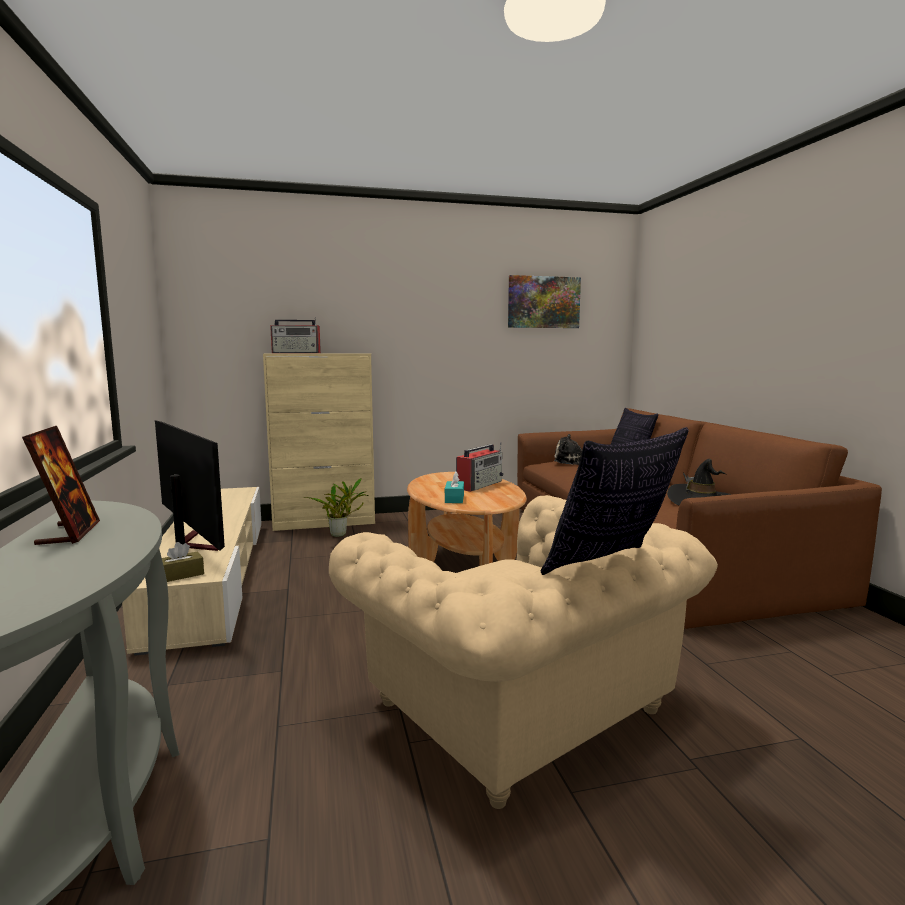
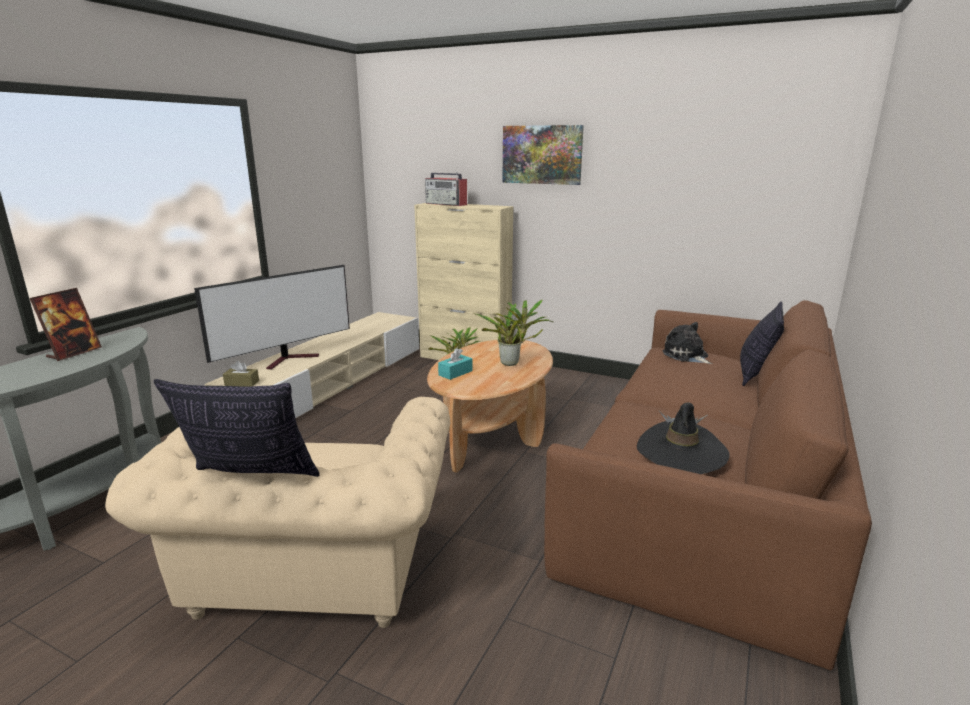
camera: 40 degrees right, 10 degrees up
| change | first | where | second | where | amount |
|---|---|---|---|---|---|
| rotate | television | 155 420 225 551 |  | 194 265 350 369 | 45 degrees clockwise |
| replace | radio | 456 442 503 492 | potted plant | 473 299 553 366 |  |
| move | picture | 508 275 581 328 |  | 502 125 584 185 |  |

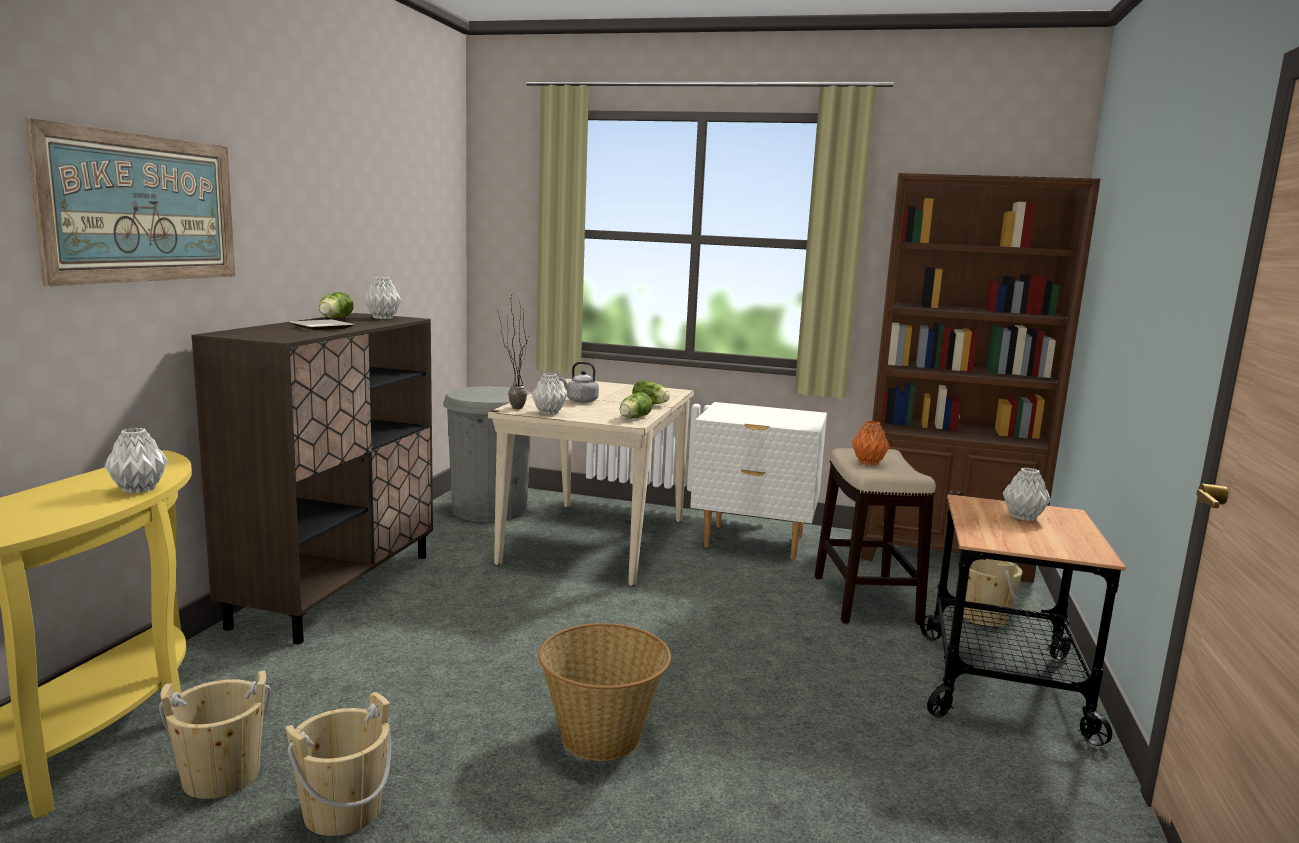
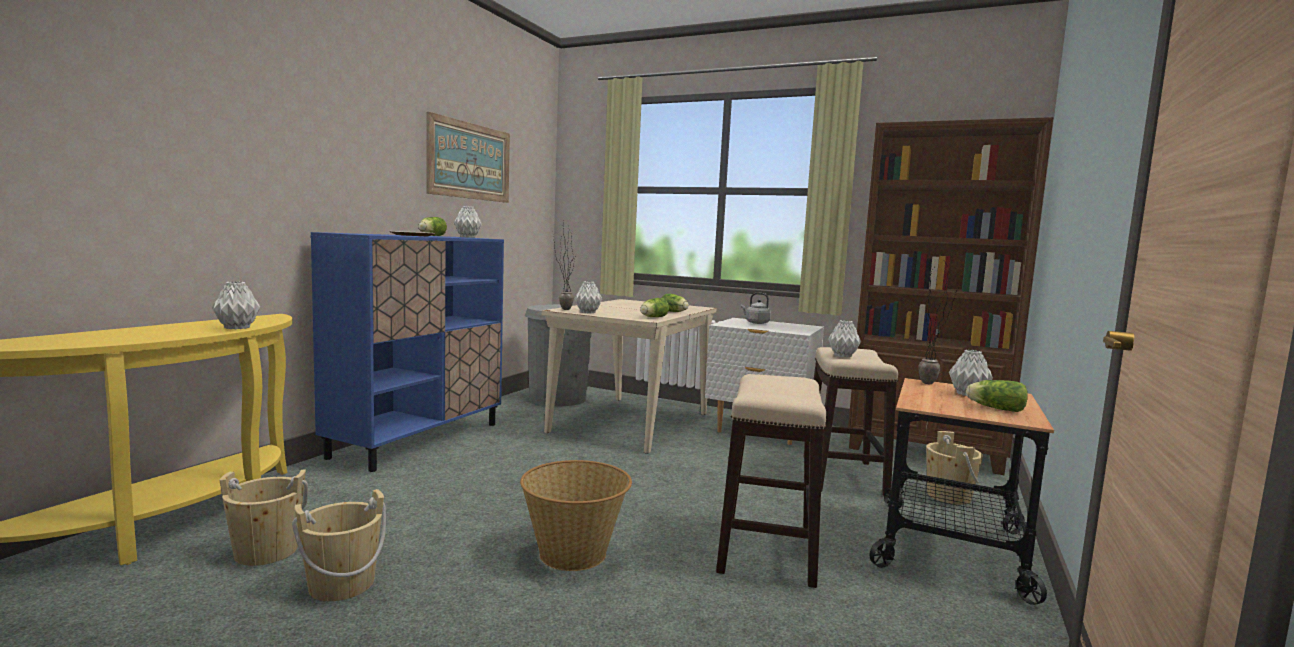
camera: 10 degrees right, 5 degrees down
| change | first | where | second | where | amount |
|---|---|---|---|---|---|
| move | picture | 25 118 235 286 |  | 427 112 510 203 |  |
| recolor | brown cabinet | 191 313 433 644 | blue cabinet | 311 232 504 472 |  |
| move | grey kettle | 561 362 599 403 |  | 741 293 771 324 |  |
| recolor | orange vase | 852 421 890 465 | grey vase | 828 320 861 357 |  |
| insert |  |  | stool | 716 374 826 588 |  |
| insert |  |  | potted plant | 918 264 960 384 |  |
| insert |  |  | lettuce | 966 380 1028 412 |  |

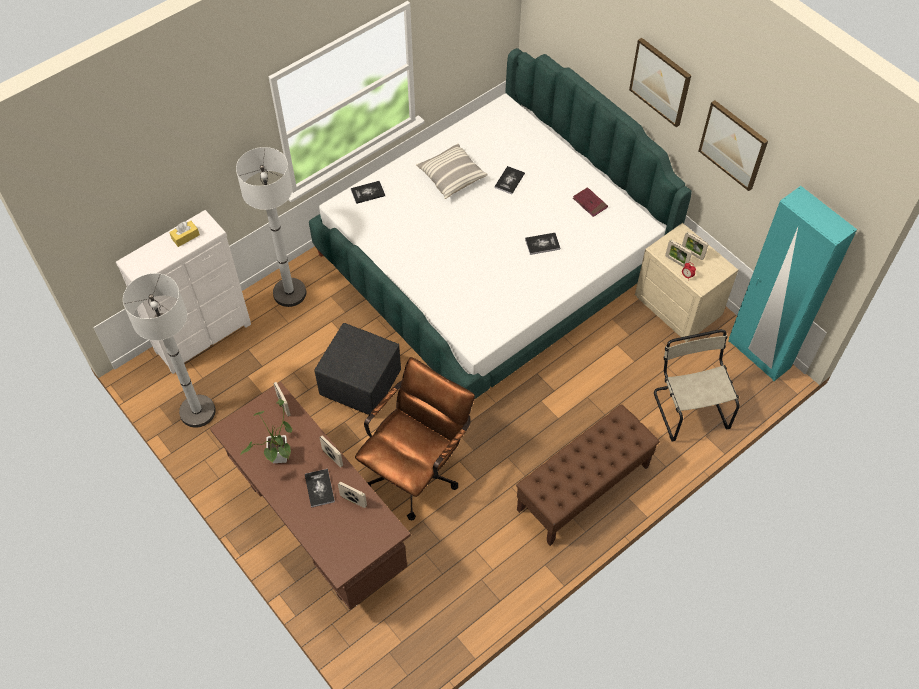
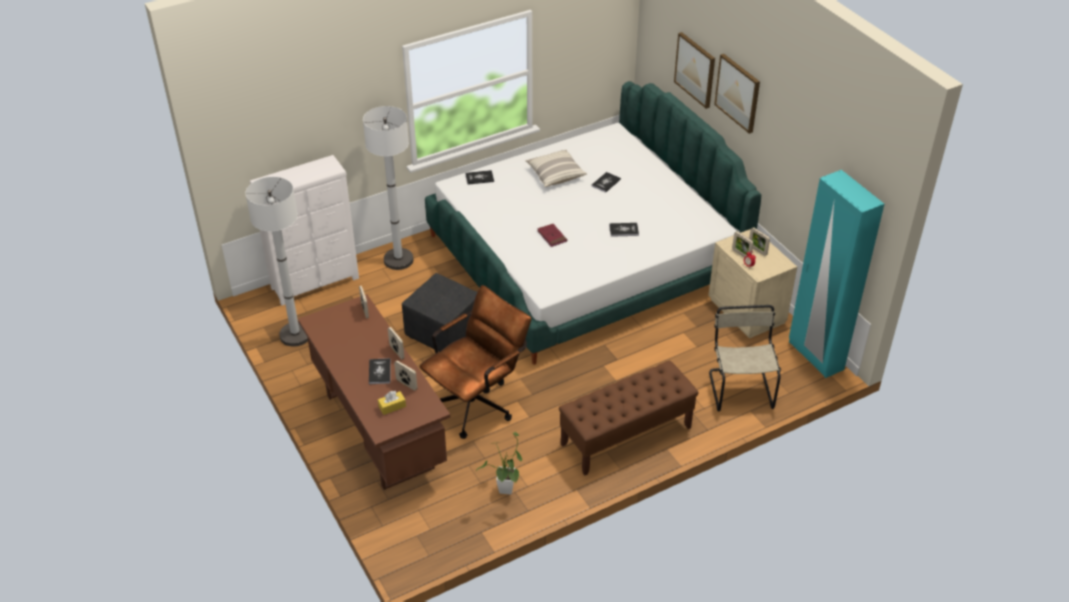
camera: 10 degrees right, 15 degrees down
| change | first | where | second | where | amount |
|---|---|---|---|---|---|
| move | yellow tissue box | 169 221 200 247 |  | 378 391 406 415 |  |
| move | potted plant | 241 399 292 463 |  | 476 432 522 494 |  |
| move | red book | 573 187 608 217 |  | 537 224 567 247 |  |
| move | picture | 698 100 768 191 |  | 674 32 715 109 |  |

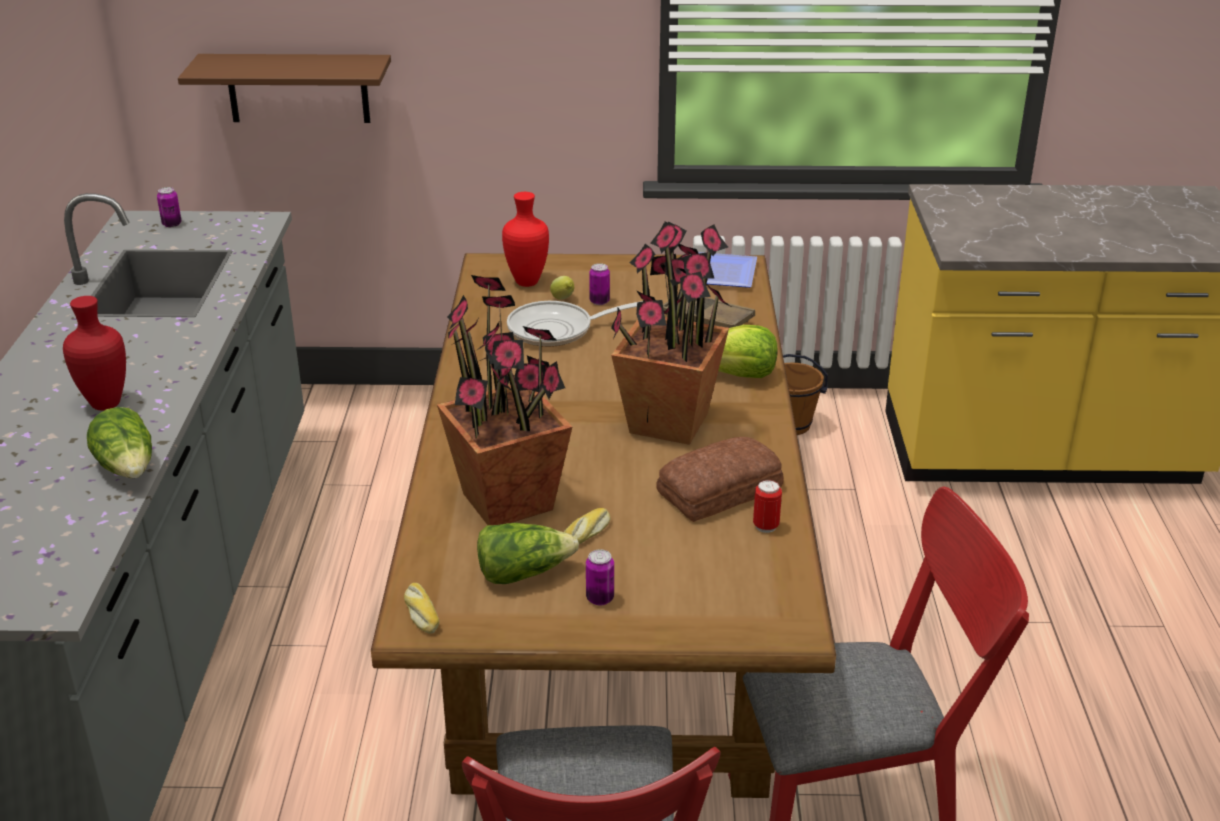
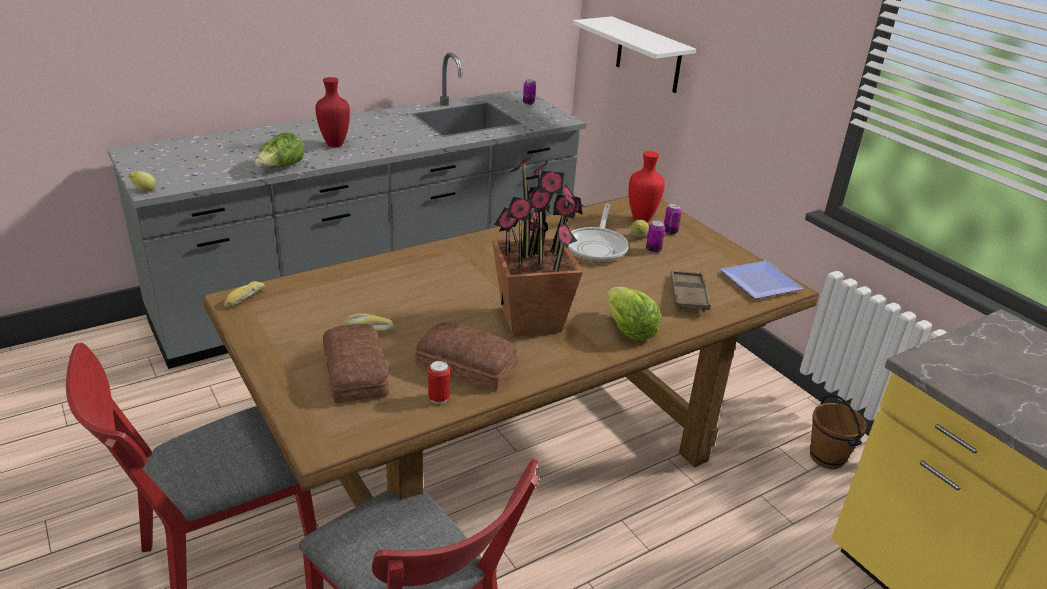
camera: 55 degrees right, 0 degrees up
| change | first | where | second | where | amount |
|---|---|---|---|---|---|
| recolor | brown shelf | 178 54 391 123 | white shelf | 573 16 696 93 |  |
| delete | potted plant | 437 275 572 525 |  |  |  |
| delete | lettuce | 477 523 579 584 |  |  |  |
| rotate | frying pan | 507 301 643 347 |  | 568 204 629 262 | 120 degrees counterclockwise |
| move | can | 586 549 614 605 |  | 664 203 682 235 |  |
| insert |  |  | lemon | 129 171 156 191 |  |
| insert |  |  | bread | 323 324 389 403 |  |

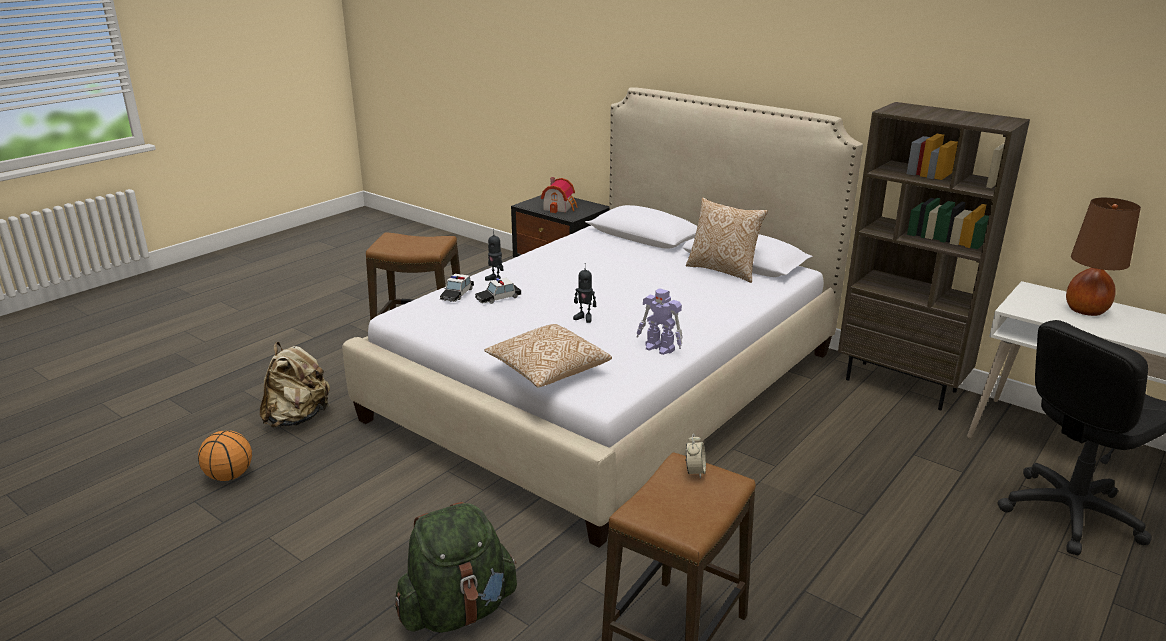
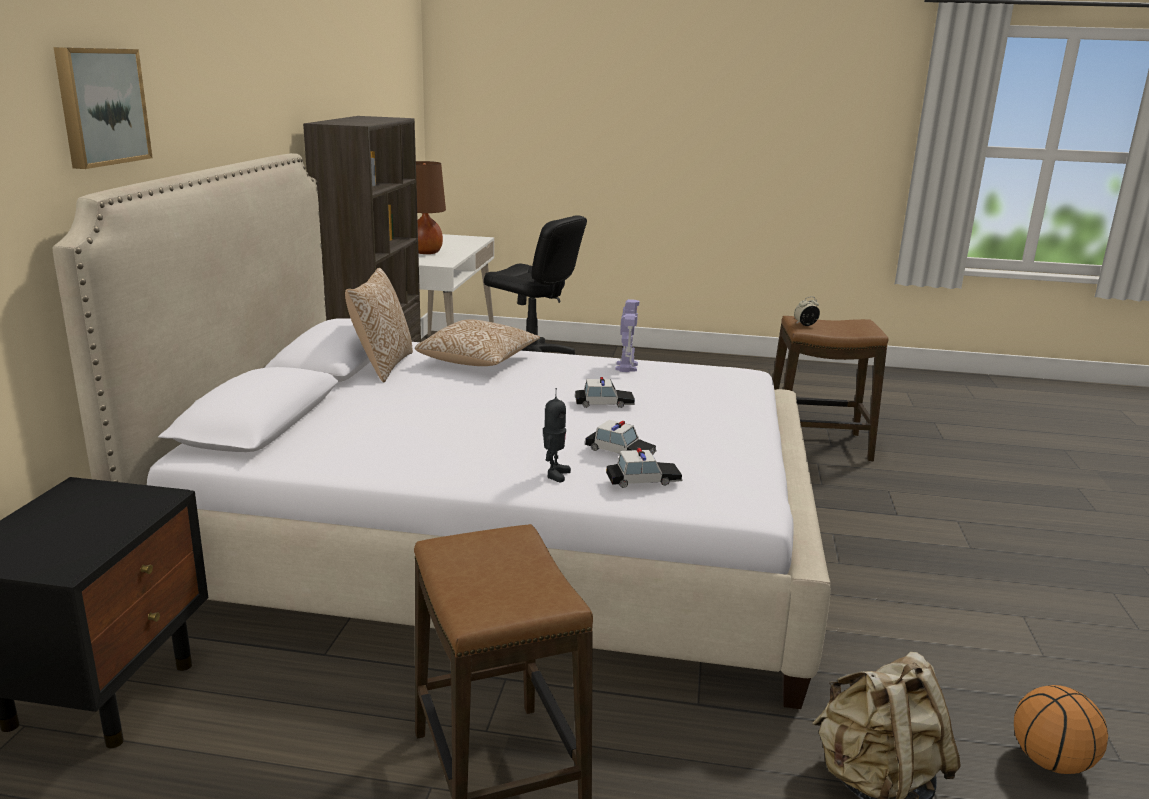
camera: 120 degrees left, 5 degrees down
| change | first | where | second | where | amount |
|---|---|---|---|---|---|
| delete | green backpack | 395 502 517 633 |  |  |  |
| move | pillow | 484 324 612 388 |  | 415 319 540 366 |  |
| delete | toy house | 541 177 578 213 |  |  |  |
| replace | toy robot | 573 263 596 323 | toy car | 575 377 635 408 |  |
| insert |  |  | picture | 54 47 153 169 |  |

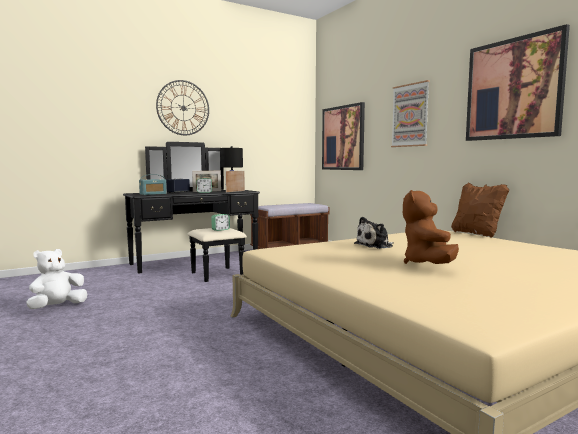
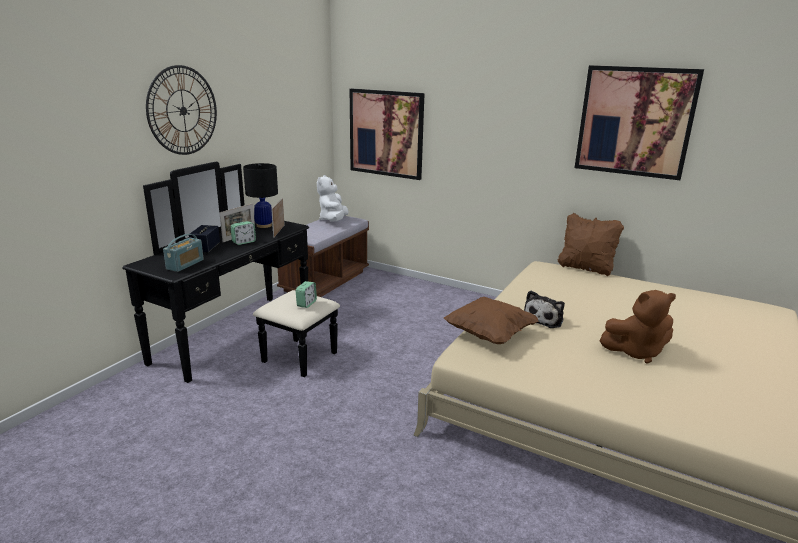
camera: 30 degrees left, 15 degrees up
| change | first | where | second | where | amount |
|---|---|---|---|---|---|
| move | white plush toy | 26 249 87 309 |  | 317 175 349 221 |  |
| delete | picture | 391 80 430 147 |  |  |  |
| rotate | brown plush toy | 403 190 459 264 |  | 600 290 676 364 | 75 degrees counterclockwise |
| insert |  |  | brown pillow | 444 297 539 344 |  |

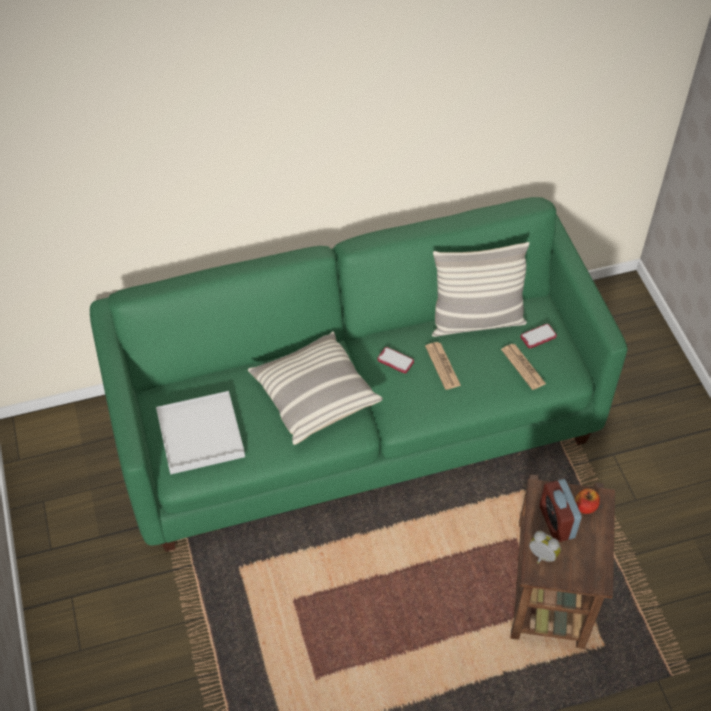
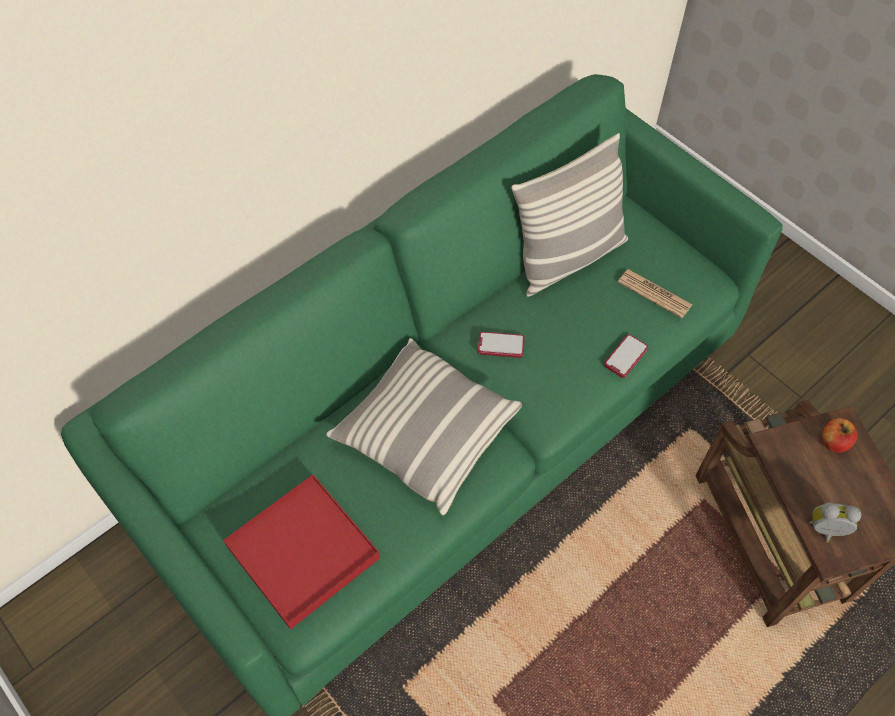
camera: 25 degrees left, 5 degrees up
| change | first | where | second | where | amount |
|---|---|---|---|---|---|
| recolor | white tray | 156 391 245 474 | red tray | 223 475 380 629 |  |
| delete | newspaper | 425 342 461 390 |  |  |  |
| move | phone | 521 324 557 348 |  | 604 334 648 378 |  |
| delete | alarm clock | 540 479 581 542 |  |  |  |

